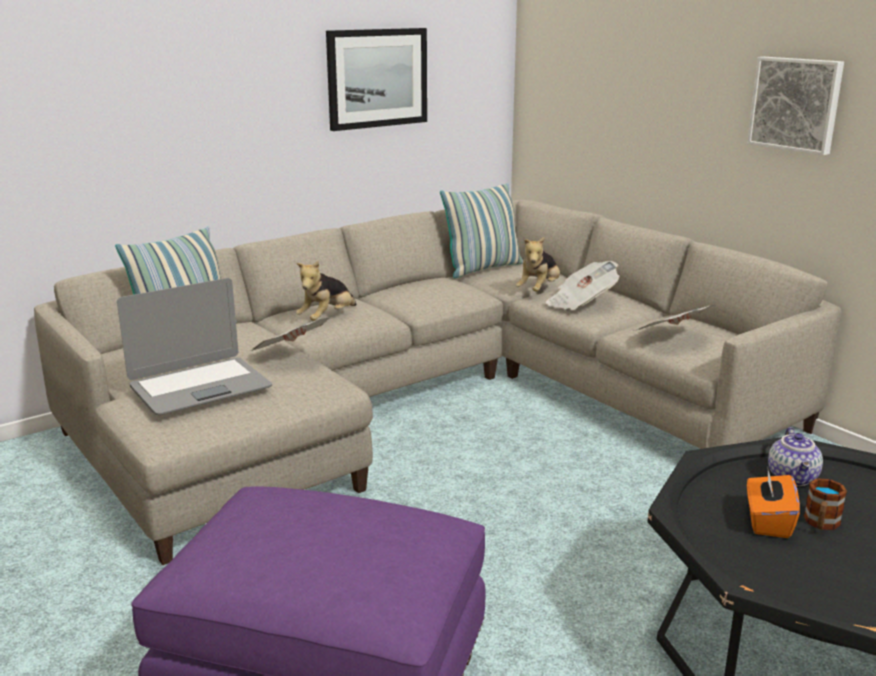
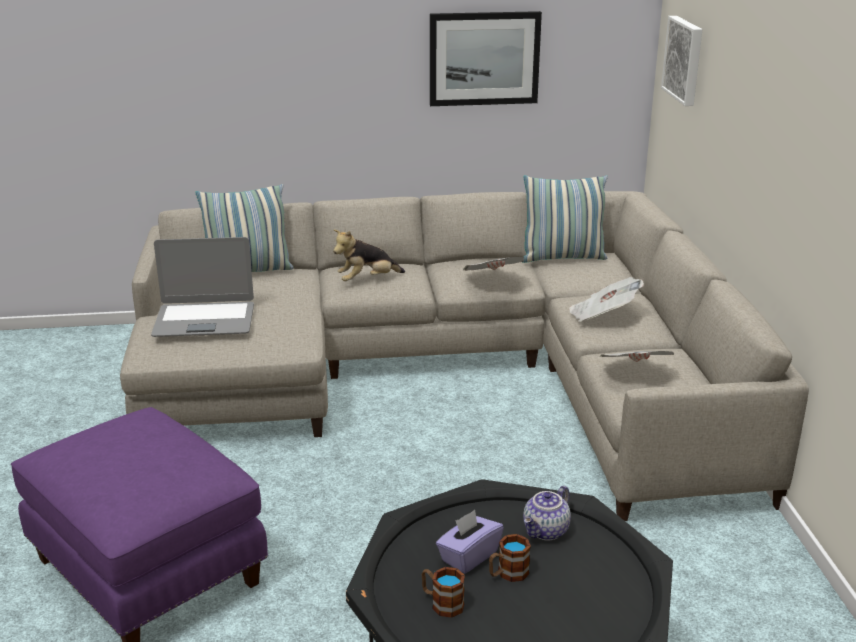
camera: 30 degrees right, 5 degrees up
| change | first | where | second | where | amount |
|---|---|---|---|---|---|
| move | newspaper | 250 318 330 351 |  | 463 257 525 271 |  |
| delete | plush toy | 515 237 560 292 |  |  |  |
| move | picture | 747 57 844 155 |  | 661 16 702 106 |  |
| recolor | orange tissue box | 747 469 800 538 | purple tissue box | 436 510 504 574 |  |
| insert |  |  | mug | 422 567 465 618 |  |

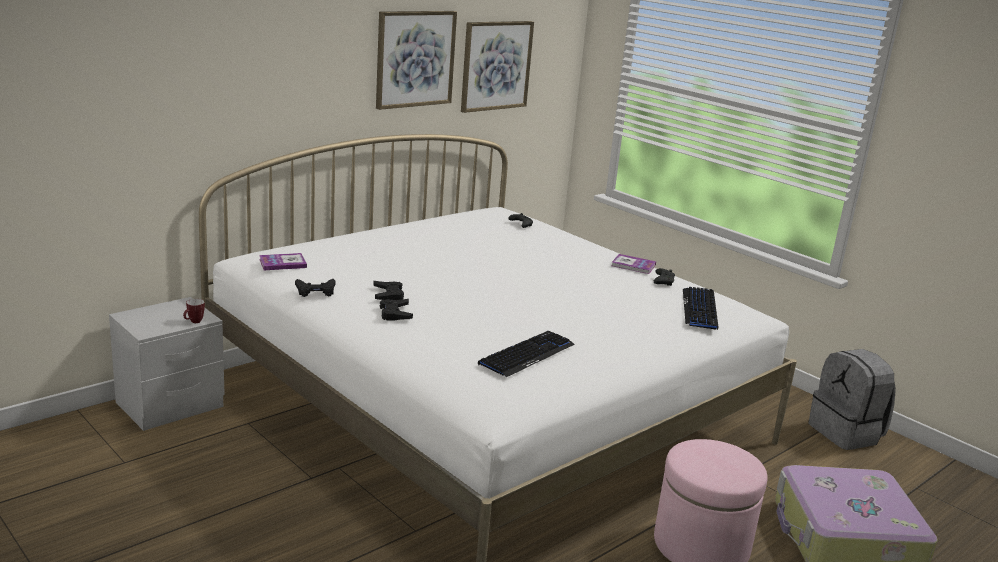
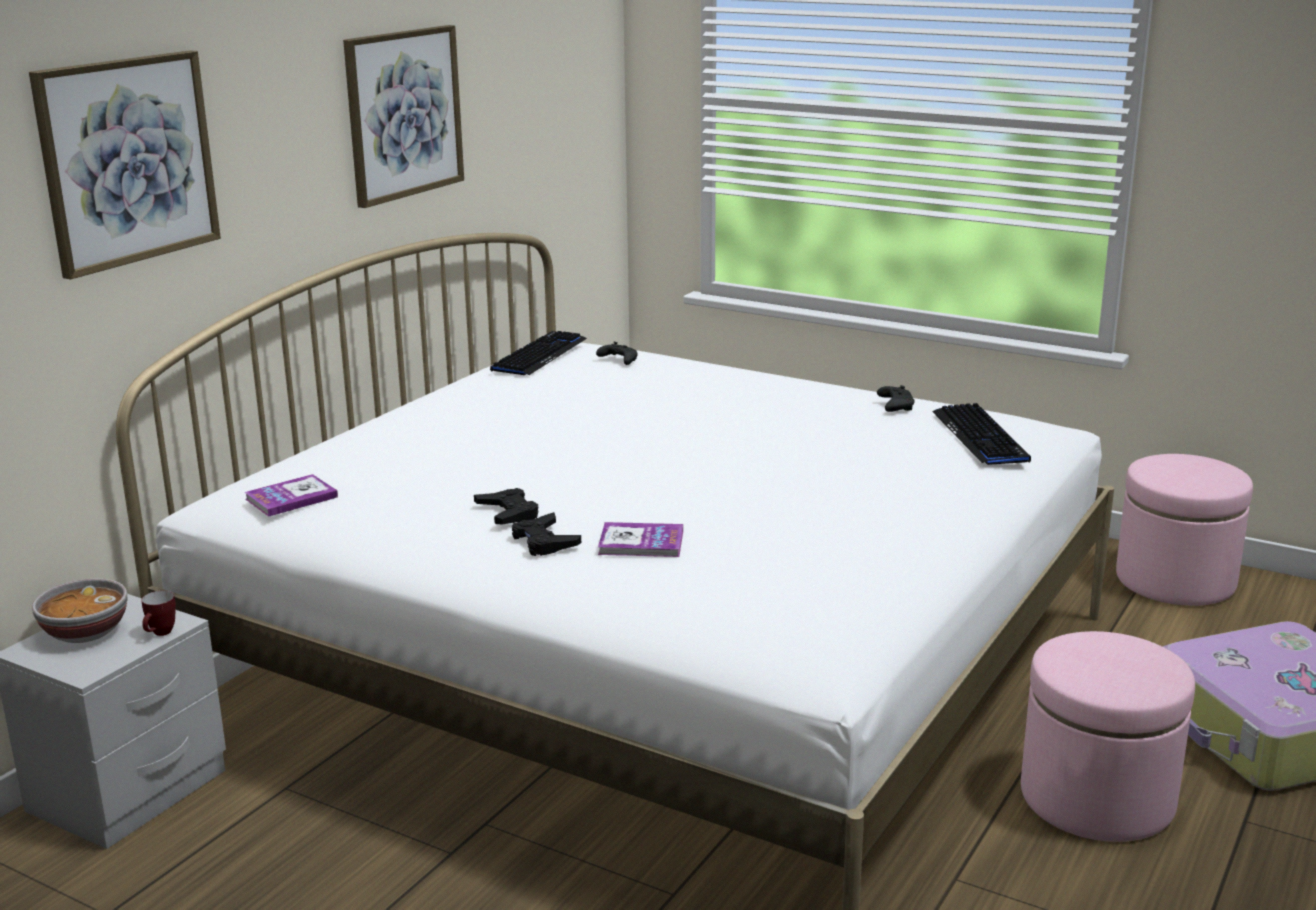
camera: 15 degrees left, 0 degrees up
| change | first | where | second | where | amount |
|---|---|---|---|---|---|
| delete | black game controller | 295 279 336 297 |  |  |  |
| move | picture | 461 21 534 113 |  | 29 50 221 280 |  |
| move | keyboard | 478 331 575 377 |  | 490 331 587 375 |  |
| move | book | 611 254 656 274 |  | 598 522 683 557 |  |
| replace | grey backpack | 808 349 896 450 | pink ottoman | 1116 454 1253 606 |  |
| insert |  |  | bowl | 32 579 128 643 |  |

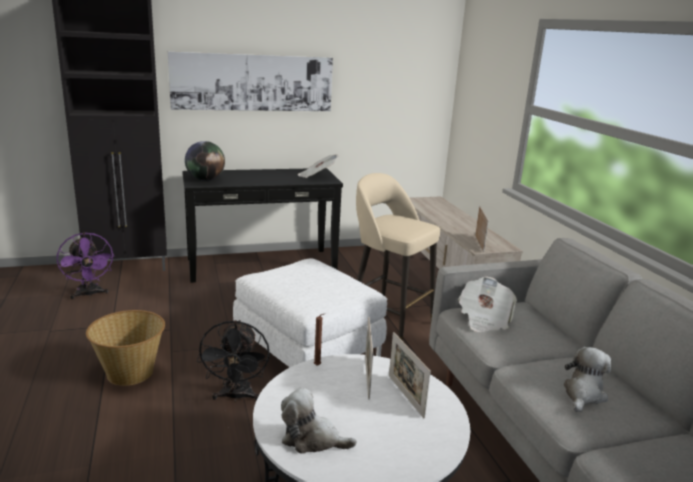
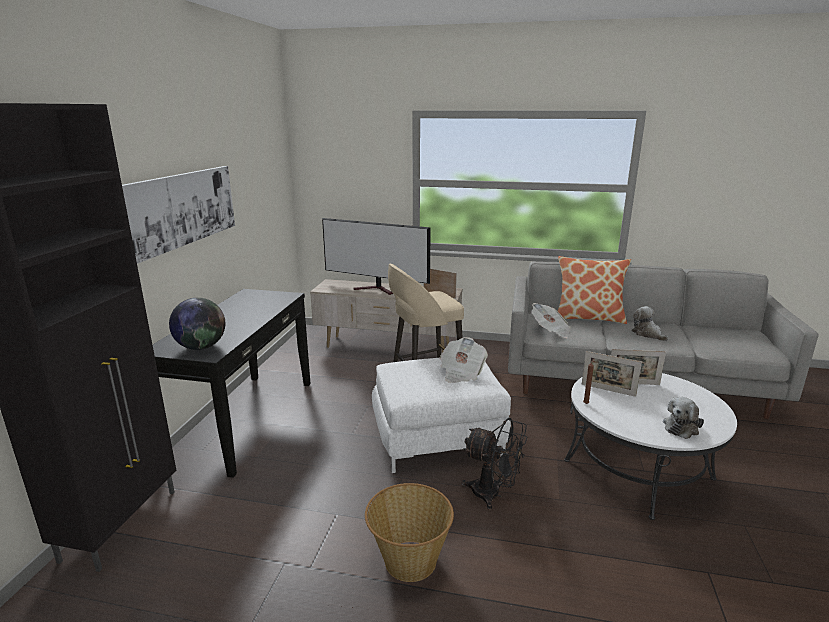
camera: 60 degrees left, 0 degrees up
| change | first | where | second | where | amount |
|---|---|---|---|---|---|
| delete | purple fan | 57 232 114 299 |  |  |  |
| move | newspaper | 298 155 339 178 |  | 440 337 488 383 |  |
| insert |  |  | television | 322 218 431 295 |  |
| insert |  |  | pillow | 558 256 631 324 |  |

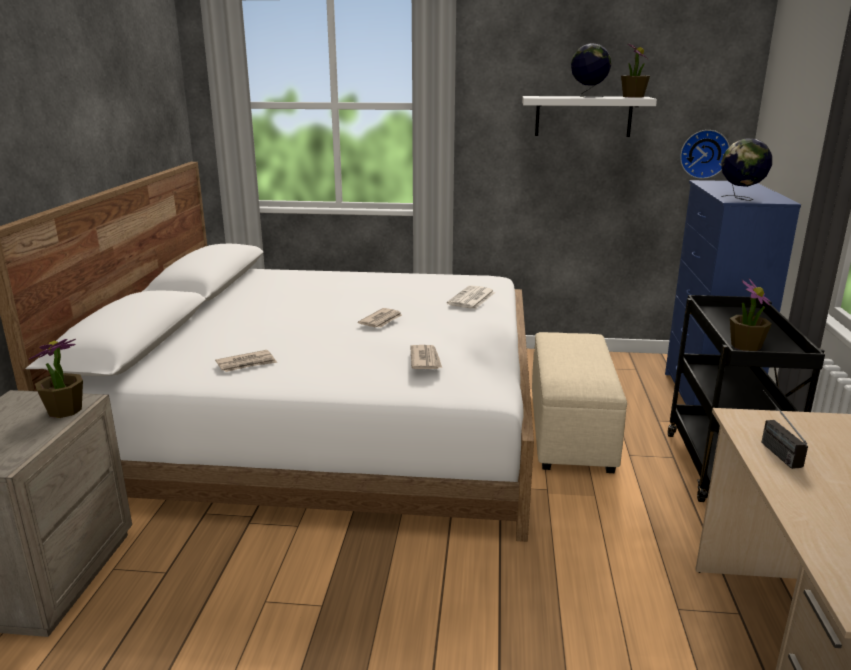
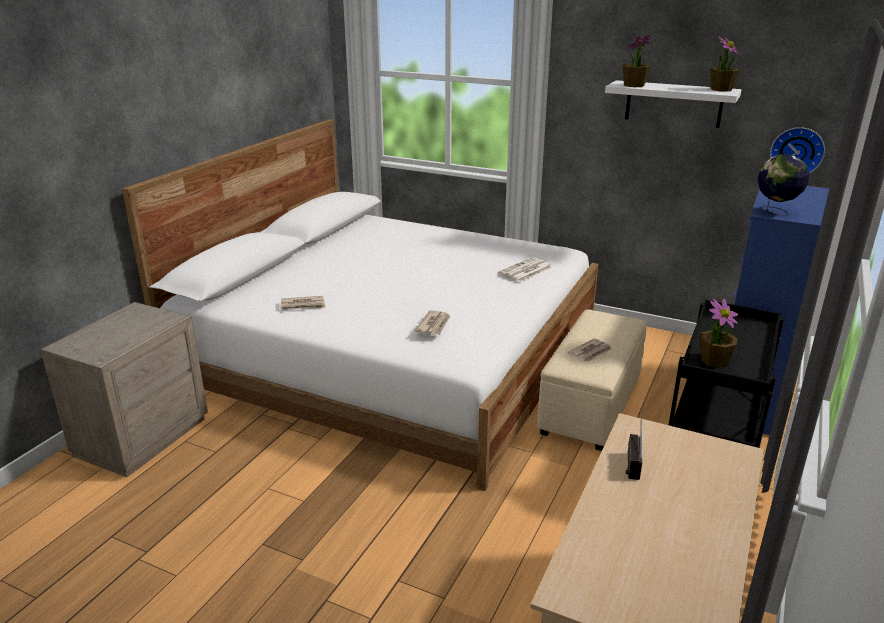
camera: 20 degrees right, 5 degrees up
| change | first | where | second | where | amount |
|---|---|---|---|---|---|
| move | potted plant | 29 339 83 418 |  | 622 35 653 87 |  |
| move | newspaper | 358 308 402 327 |  | 567 338 612 362 |  |
| delete | globe | 571 43 611 97 |  |  |  |

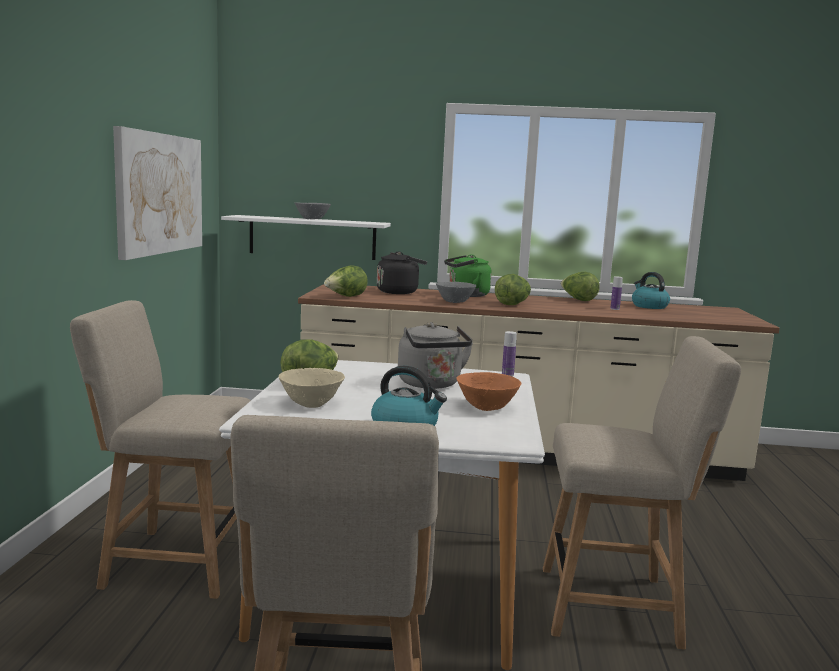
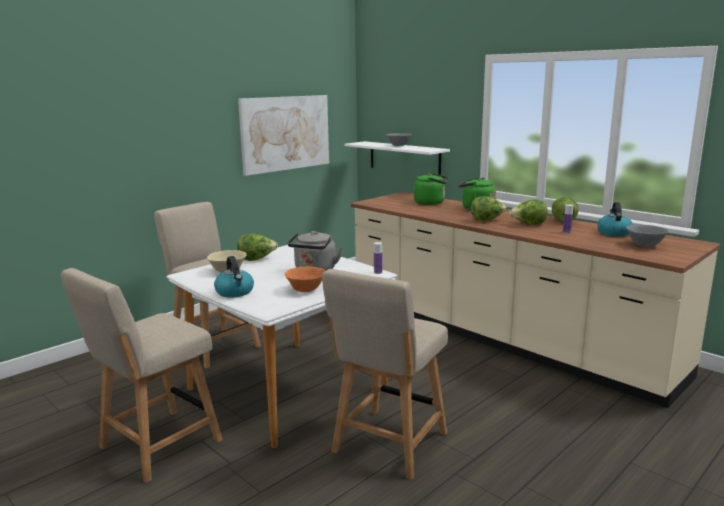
camera: 40 degrees right, 5 degrees up
| change | first | where | second | where | amount |
|---|---|---|---|---|---|
| move | lettuce | 324 266 368 297 |  | 509 199 548 225 |  |
| recolor | black kettle | 377 252 427 294 | green kettle | 414 173 448 205 |  |
| move | grey bowl | 436 282 477 303 |  | 626 225 668 247 |  |
| rotate | beige chair | 543 336 741 650 |  | 322 269 448 480 | 75 degrees clockwise |

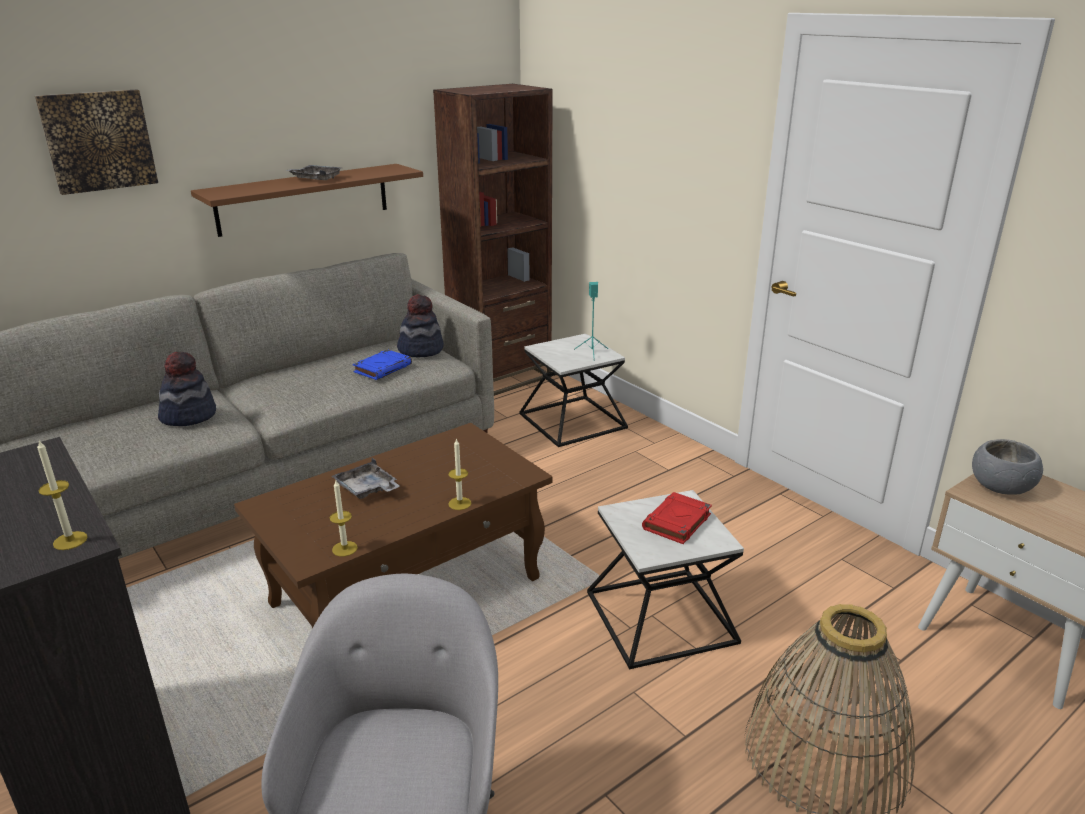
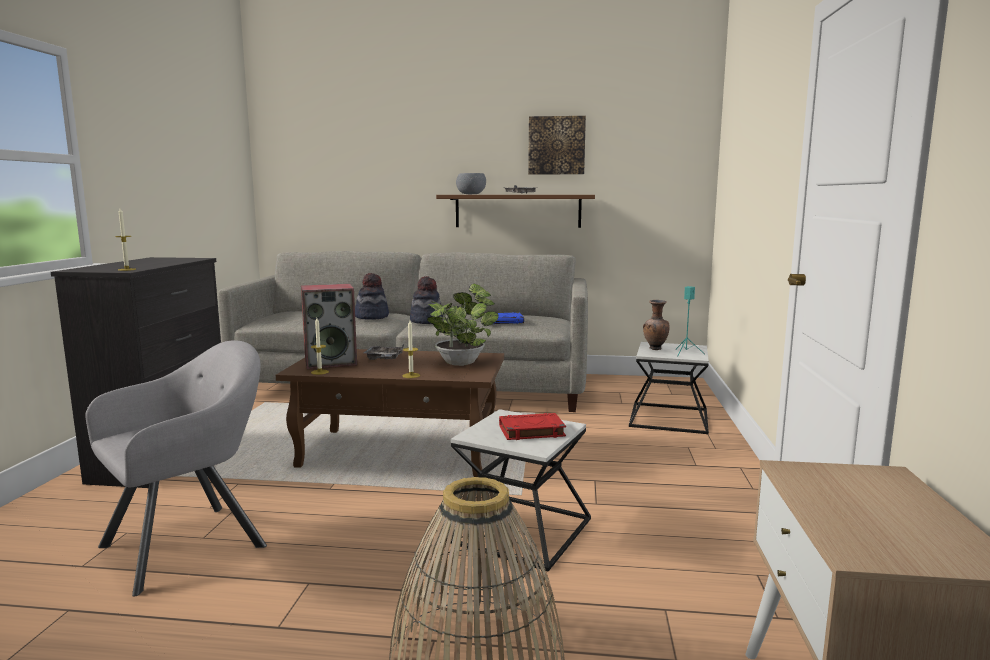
camera: 45 degrees right, 15 degrees down
| change | first | where | second | where | amount |
|---|---|---|---|---|---|
| move | picture | 35 89 158 195 |  | 528 116 586 174 |  |
| move | hat | 397 294 443 357 |  | 410 276 443 324 |  |
| delete | brown bookcase | 433 84 553 396 |  |  |  |
| move | grey bowl | 972 439 1043 495 |  | 456 173 486 194 |  |
| insert |  |  | speaker | 301 284 357 369 |  |
| insert |  |  | potted plant | 427 284 499 366 |  |
| insert |  |  | brown vase | 643 300 669 350 |  |

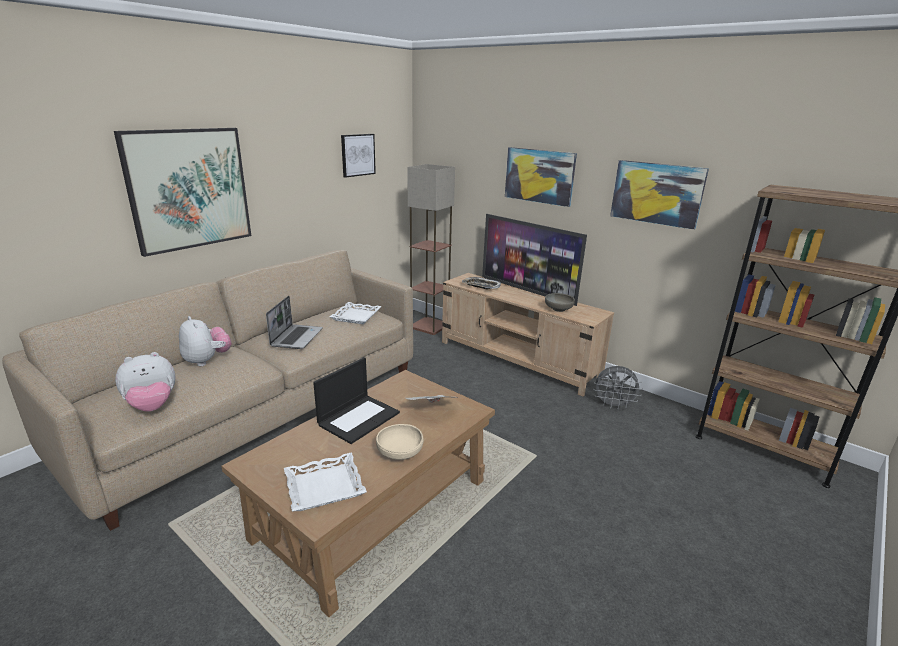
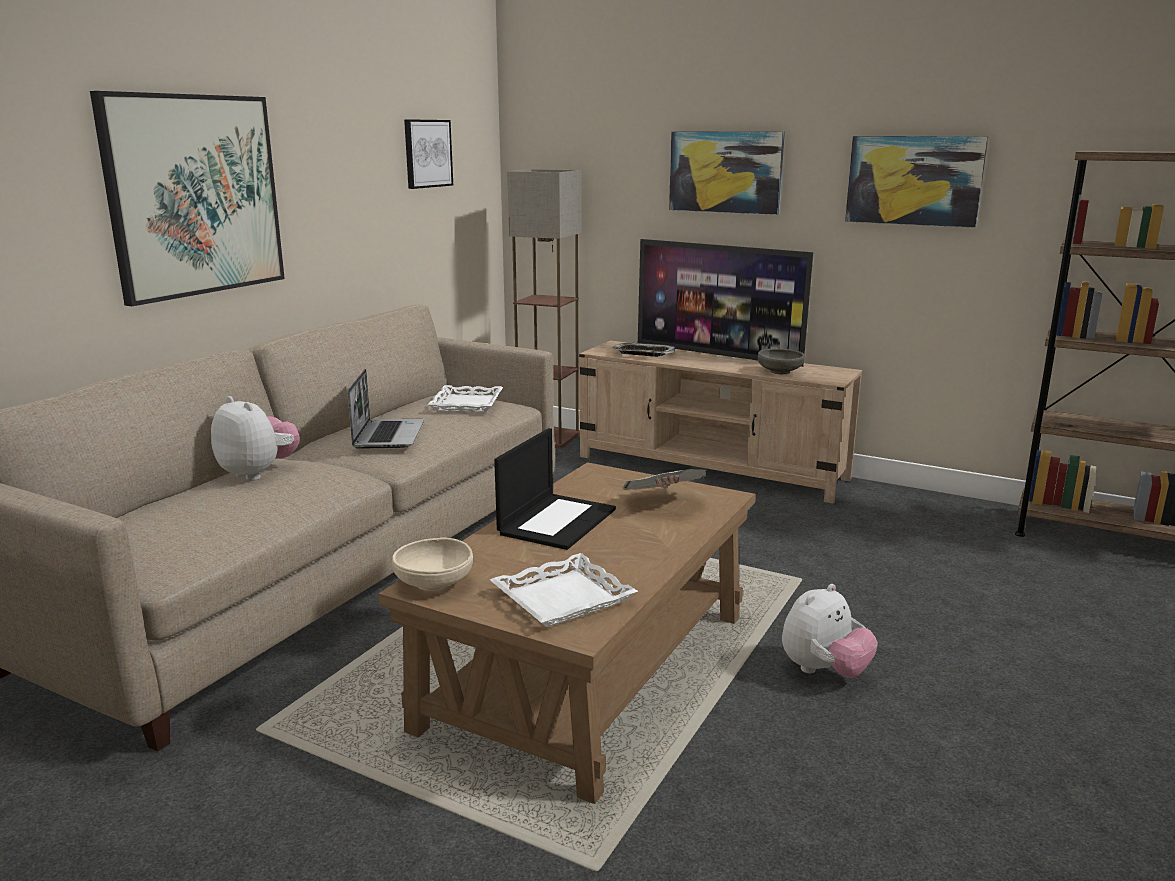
camera: 10 degrees left, 5 degrees down
| change | first | where | second | where | amount |
|---|---|---|---|---|---|
| move | plush toy | 115 352 176 412 |  | 782 584 877 678 |  |
| move | beige bowl | 376 424 424 460 |  | 392 538 473 591 |  |
| delete | grey fan | 593 366 643 409 |  |  |  |

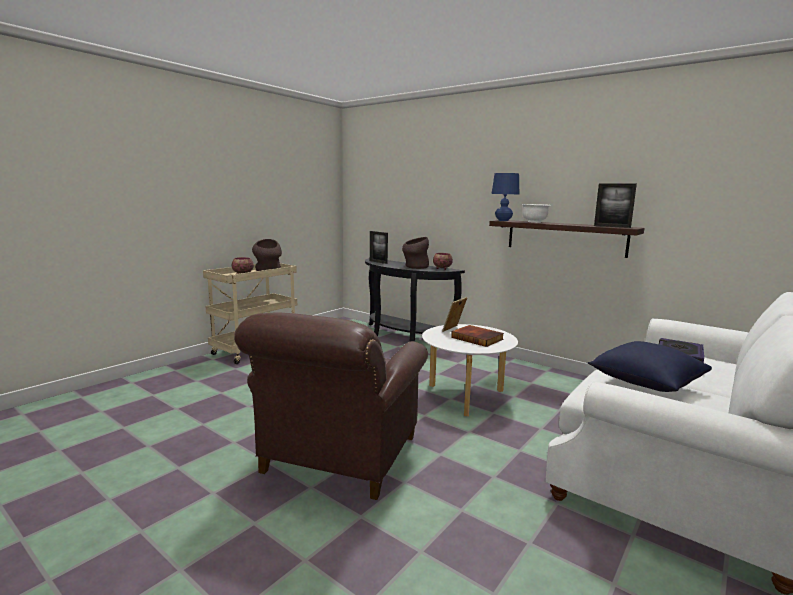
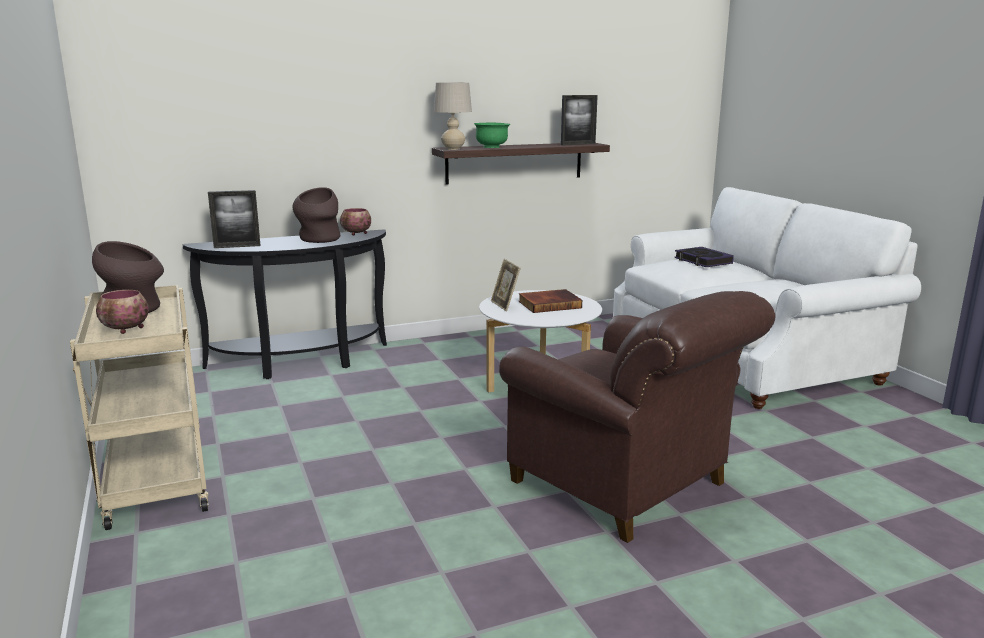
camera: 60 degrees left, 5 degrees up
| change | first | where | second | where | amount |
|---|---|---|---|---|---|
| recolor | blue table lamp | 491 173 519 221 | beige table lamp | 434 82 472 150 |  |
| recolor | white bowl | 522 204 551 223 | green bowl | 474 123 511 148 |  |
| delete | blue pillow | 588 341 712 392 |  |  |  |

